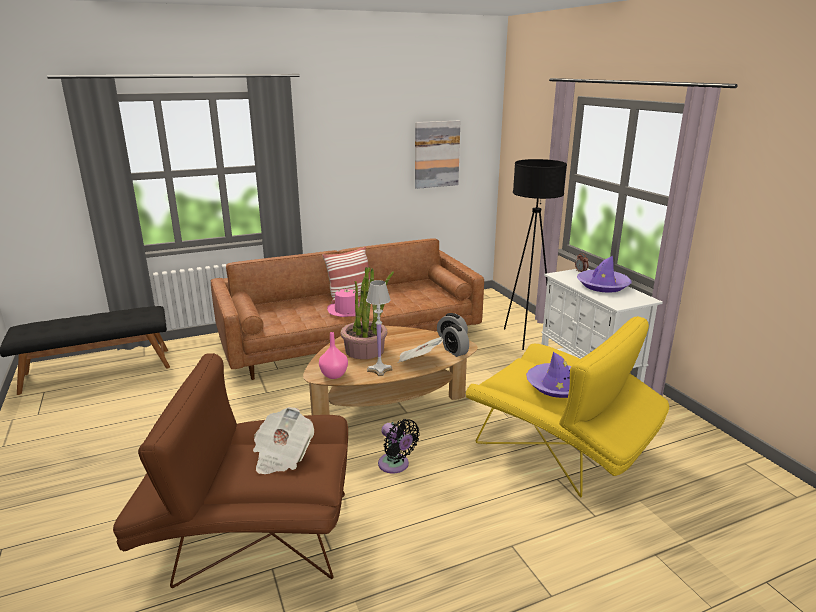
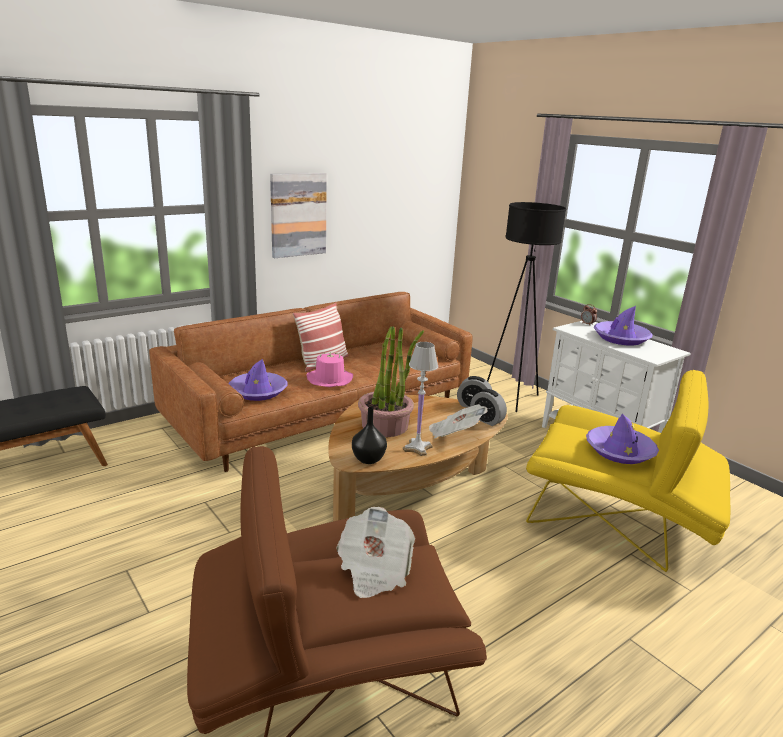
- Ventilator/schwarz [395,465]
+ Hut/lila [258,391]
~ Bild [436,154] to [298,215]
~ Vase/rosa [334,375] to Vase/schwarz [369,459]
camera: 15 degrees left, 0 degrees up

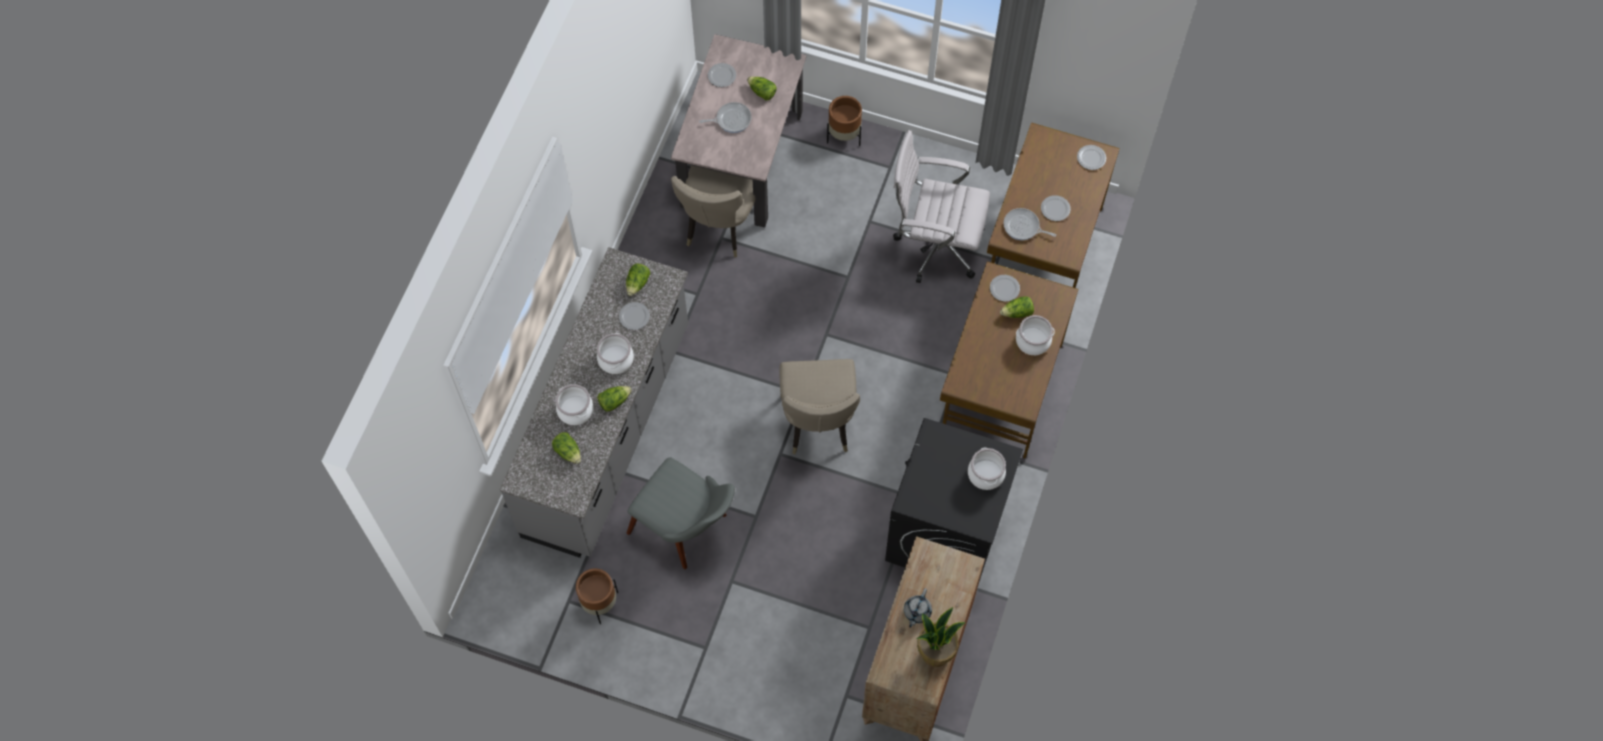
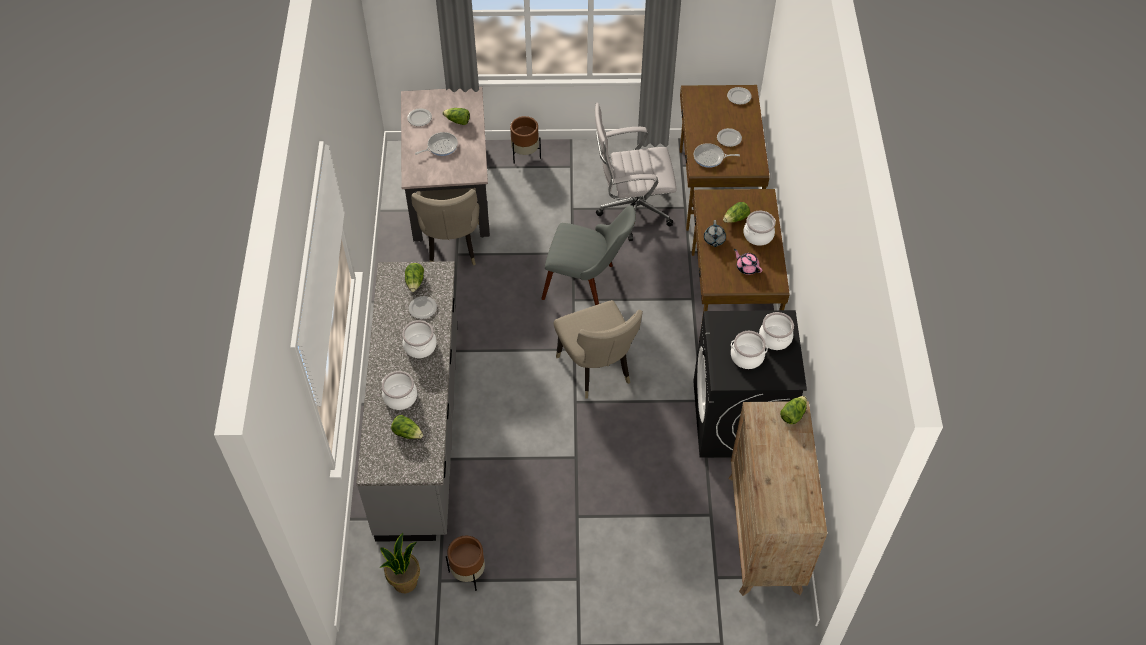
- Teller [1004,288]
+ Kochtopf [747,356]
+ Teekanne/rosa [747,267]
~ Salatkopf [614,401] to [793,414]
~ Stuhl/grau [688,529] to [588,283]
~ Teekanne/grau [917,612] to [714,240]
~ Topfpflanze [935,652] to [405,581]
camera: 20 degrees left, 10 degrees down

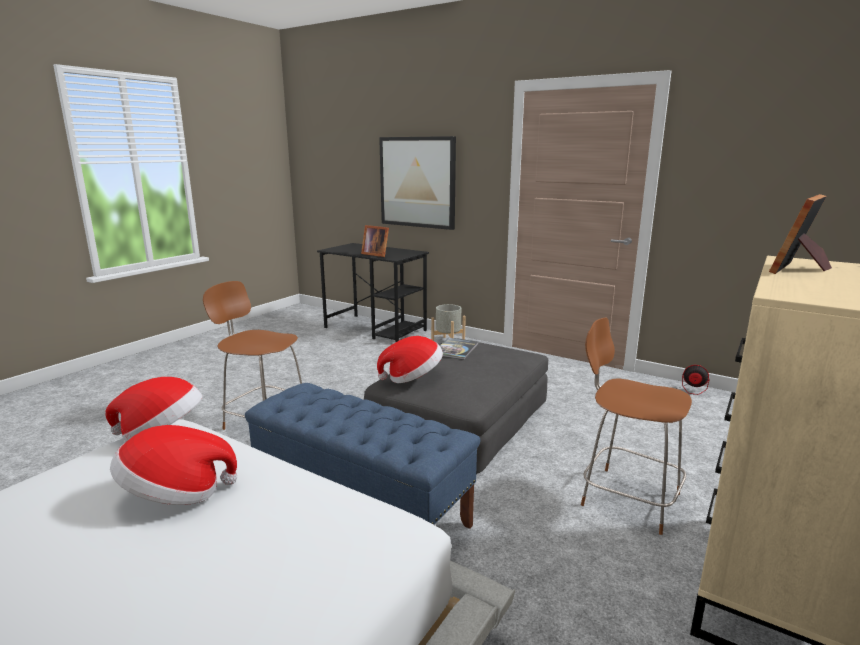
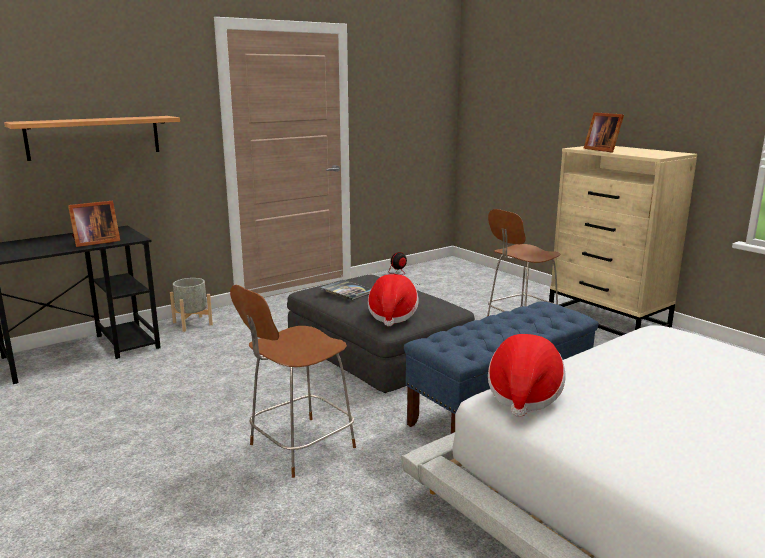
- Hut [175,494]
~ Bild [417,182] to Wandregal [94,137]
camera: 70 degrees left, 0 degrees up

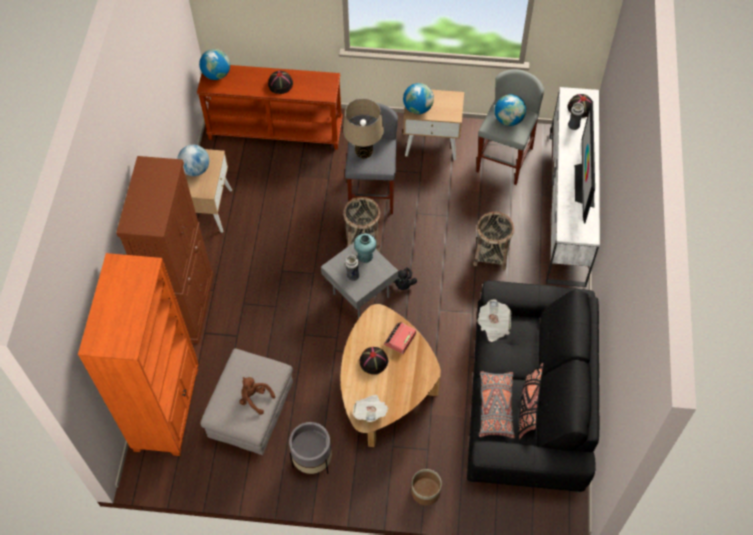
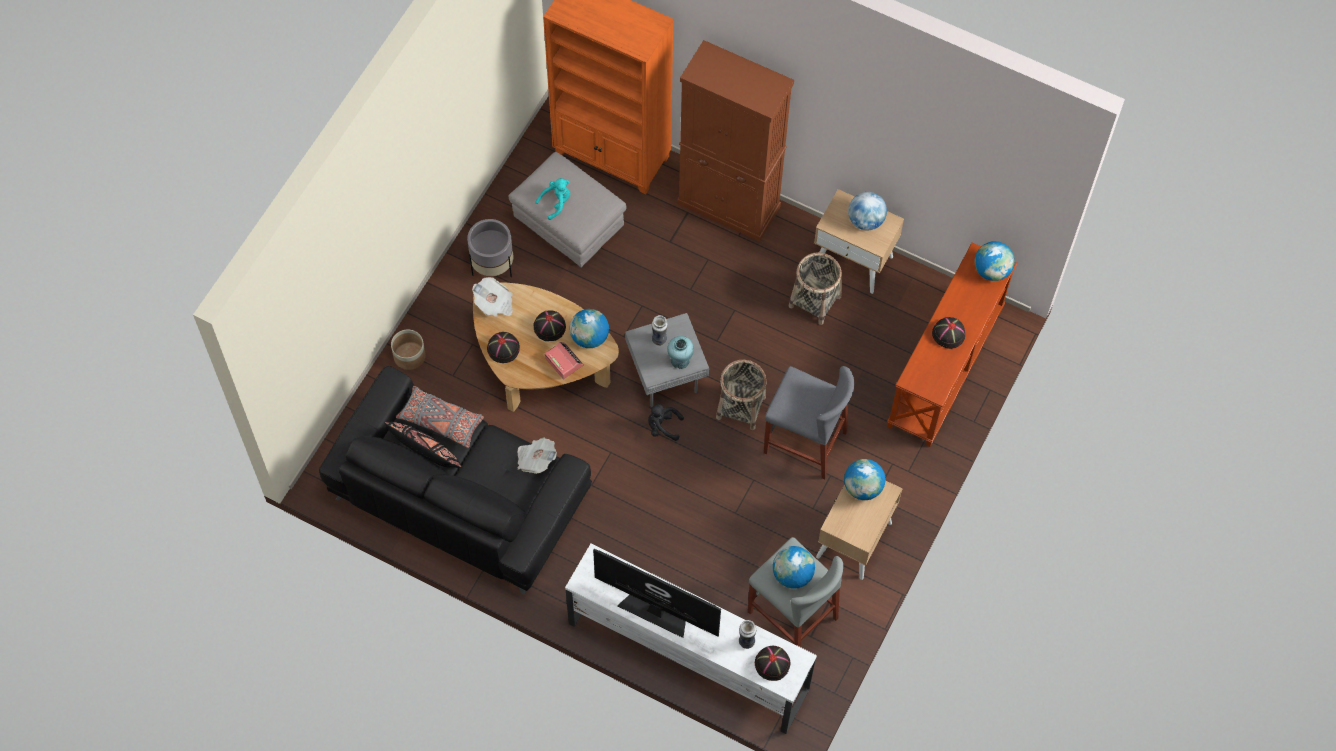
- Tischlampe/beige [364,152]
+ Hut/schwarz [503,348]
+ Globus [589,337]
~ Korb [491,254] to [815,301]
~ Plüschtier/braun [255,398] to Plüschtier/türkis [556,202]
camera: 110 degrees right, 5 degrees up

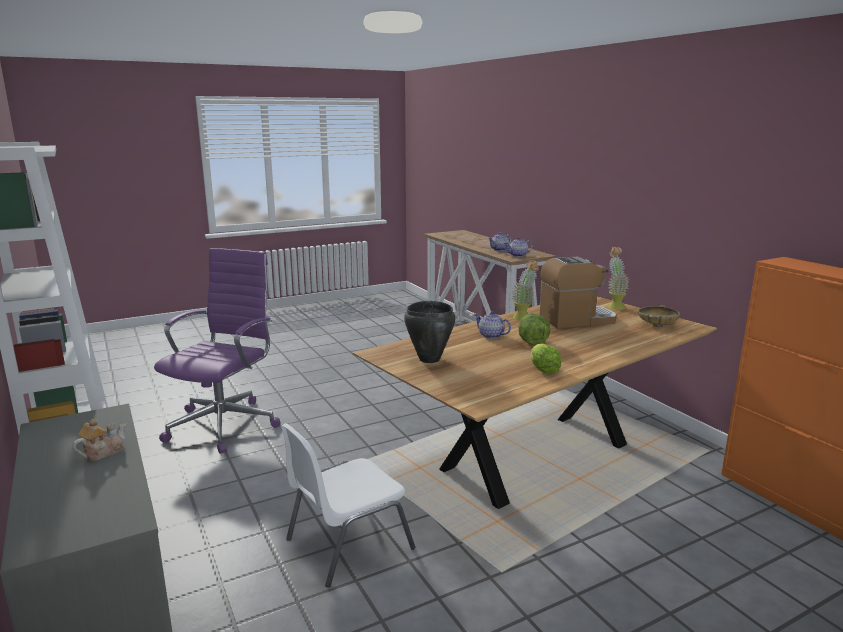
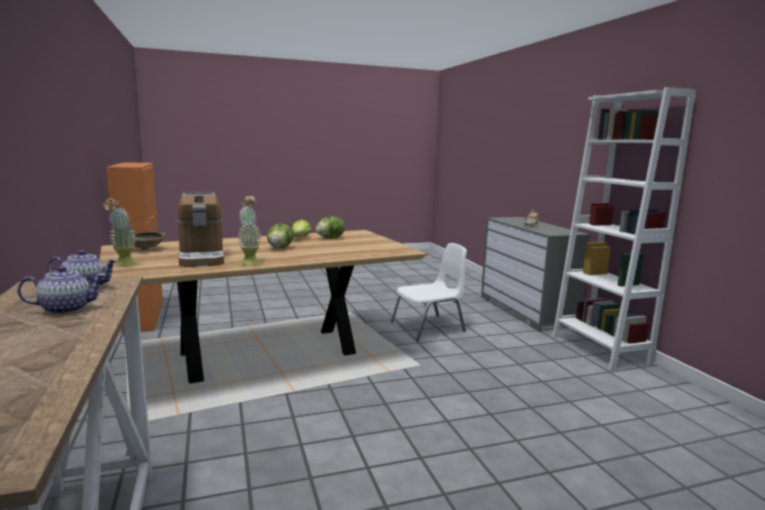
- Bürostuhl/lila [225,424]
- Kochtopf/schwarz [429,359]
- Teekanne [490,335]
+ Salatkopf [330,238]
~ Kaffeemaschine [577,320] = [202,257] 105 degrees counterclockwise
camera: 170 degrees left, 5 degrees down

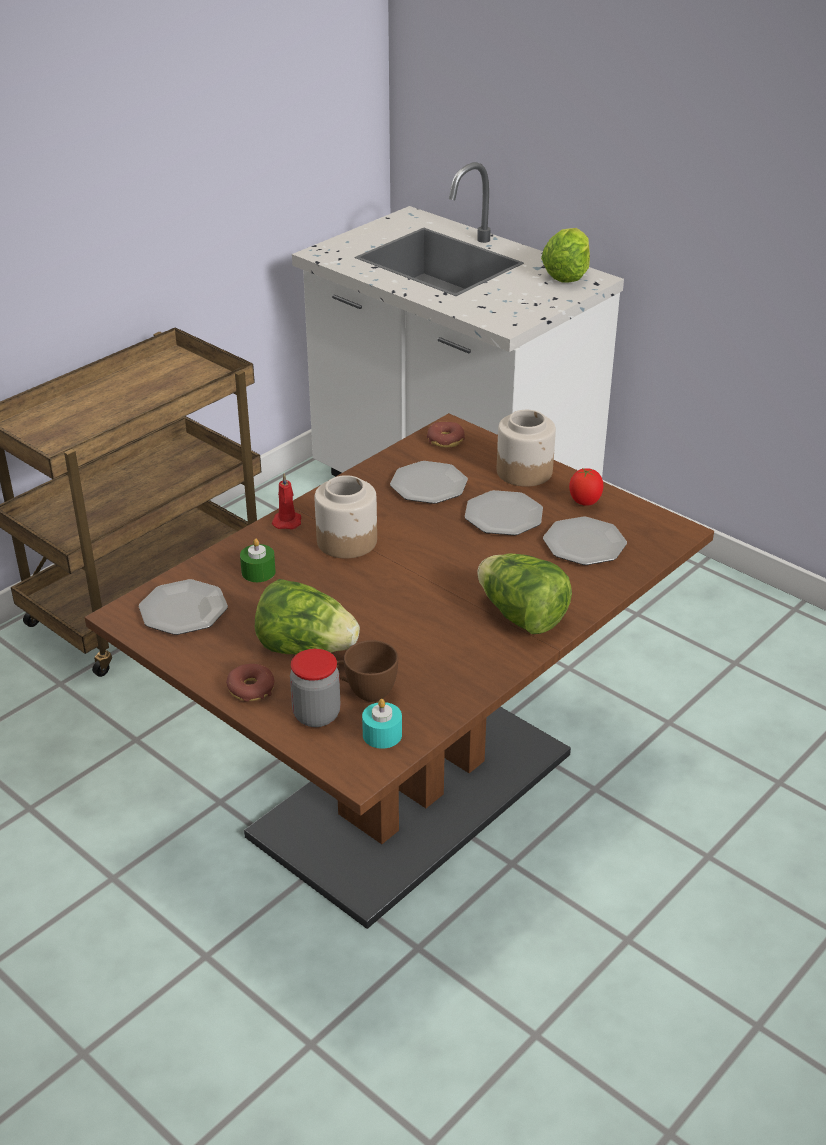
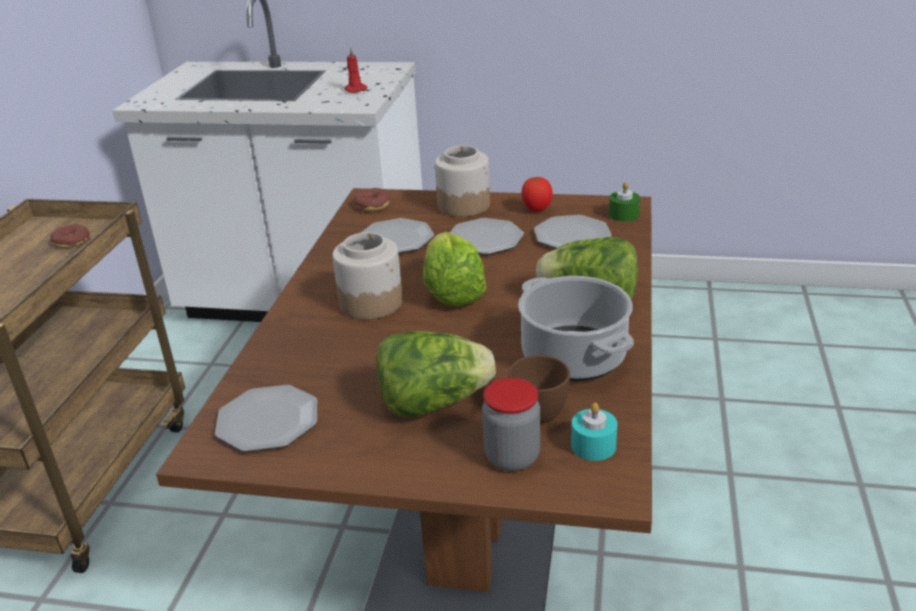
+ Kochtopf [572,357]
~ Donut [251,689] to [72,242]
~ Kerze/grün [258,572] to [623,215]
~ Kerze/rot [287,521] to [355,89]
~ Salatkopf [567,274] to [452,292]
camera: 30 degrees left, 5 degrees down

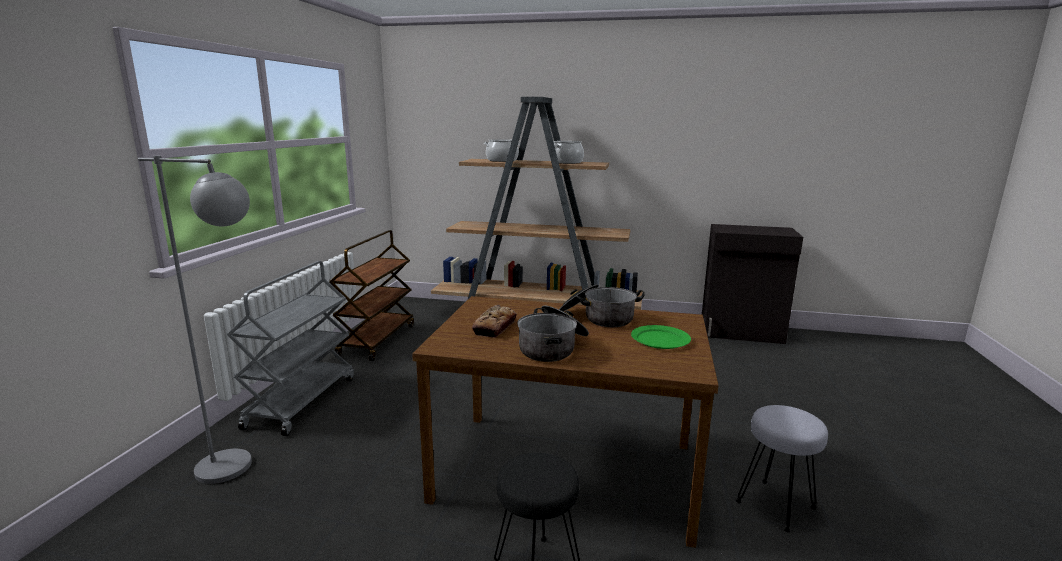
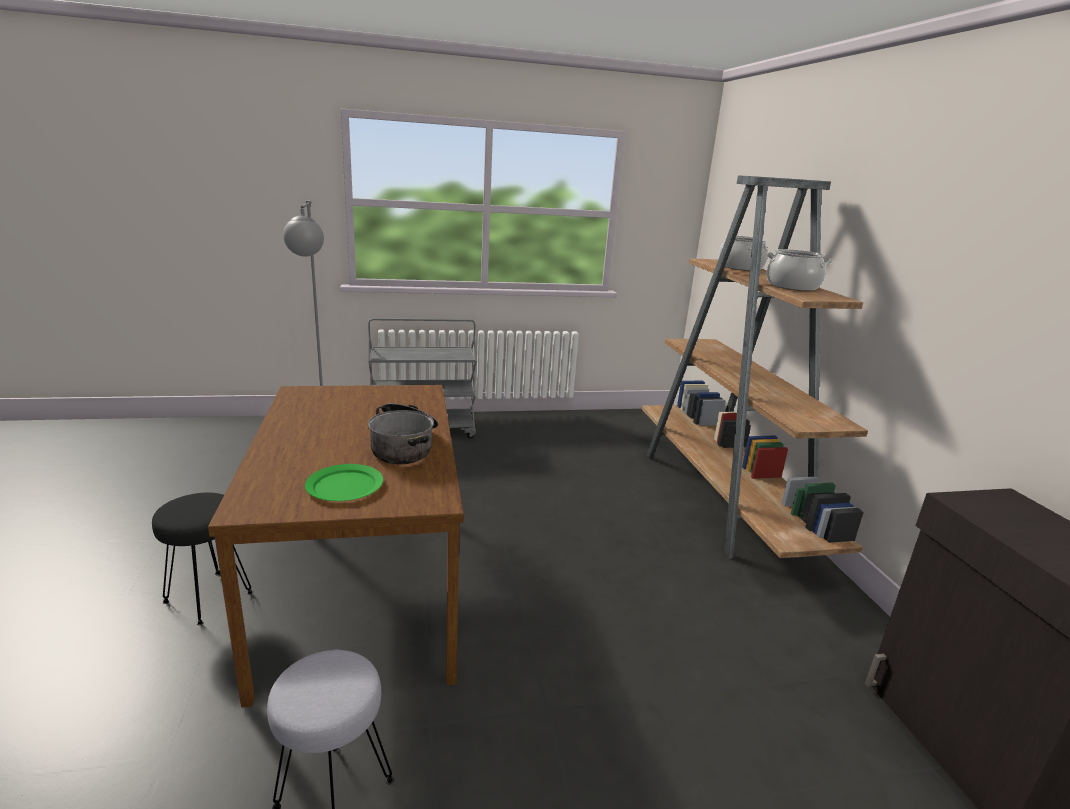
- Rollwagen/braun [377,340]
- Brot [495,327]
- Kochtopf [553,347]
camera: 65 degrees right, 5 degrees up

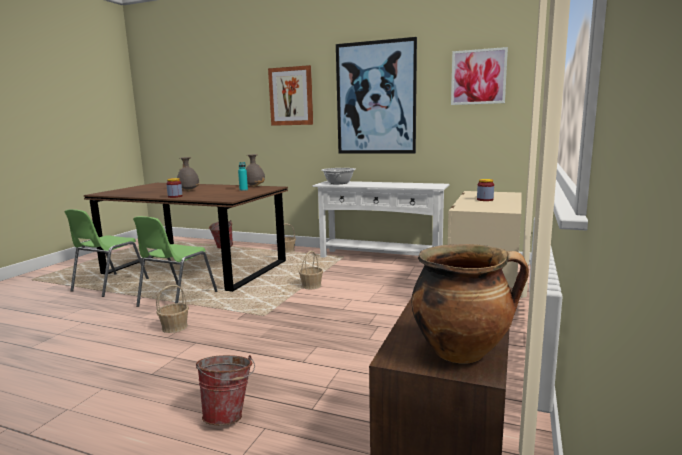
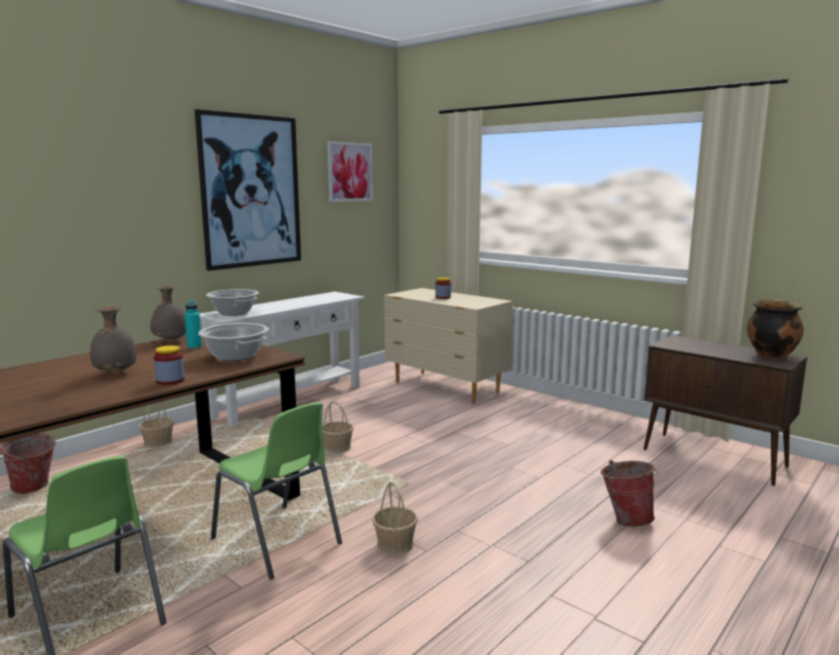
- Bild [291,96]
+ Kochtopf [235,356]
camera: 70 degrees left, 0 degrees up

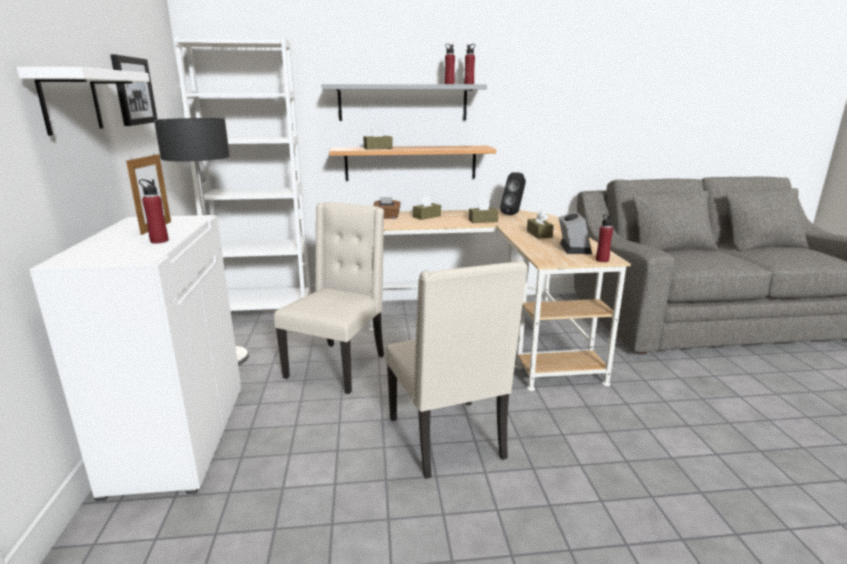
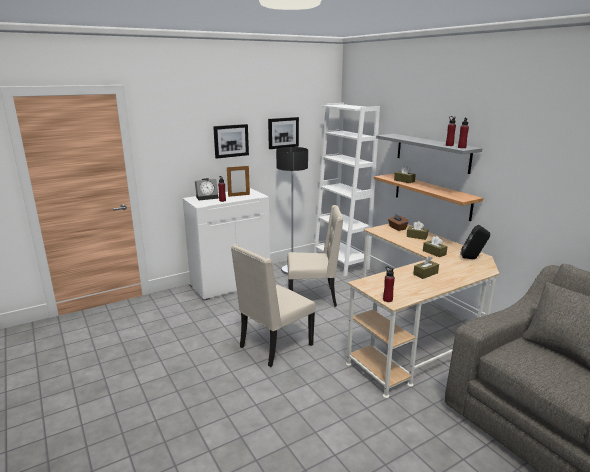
~ Wecker [572,248] to [207,197]
~ Wandregal/weiß [70,101] to Bild [231,140]
camera: 65 degrees right, 0 degrees up

